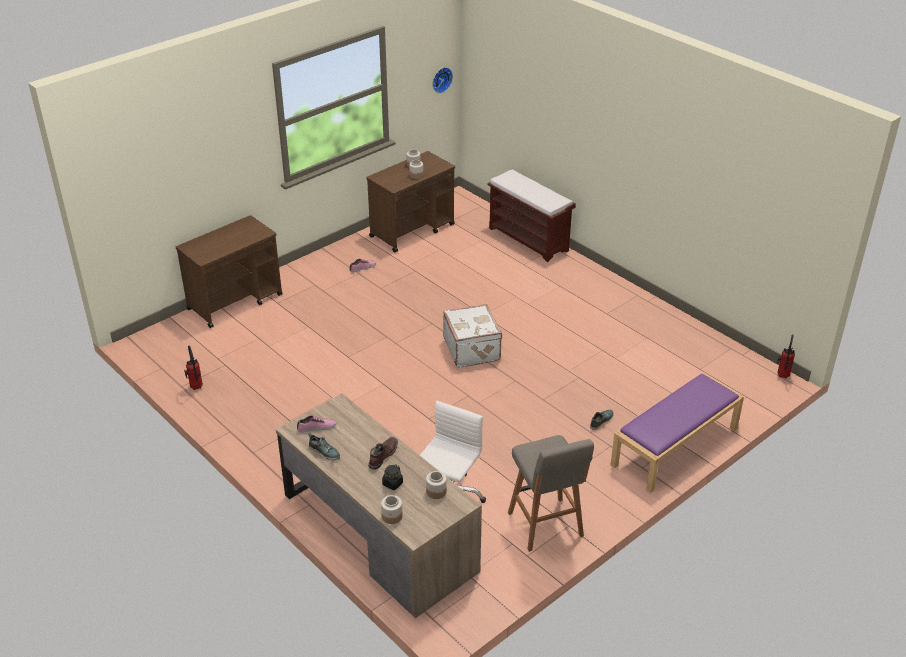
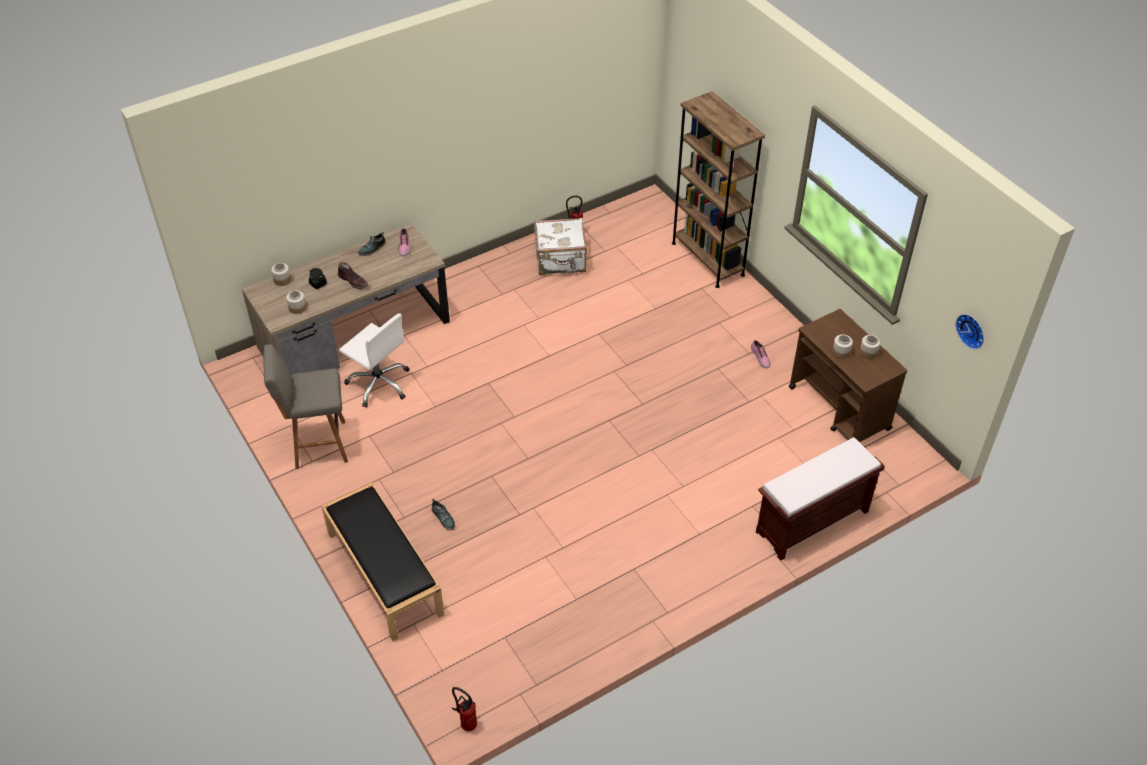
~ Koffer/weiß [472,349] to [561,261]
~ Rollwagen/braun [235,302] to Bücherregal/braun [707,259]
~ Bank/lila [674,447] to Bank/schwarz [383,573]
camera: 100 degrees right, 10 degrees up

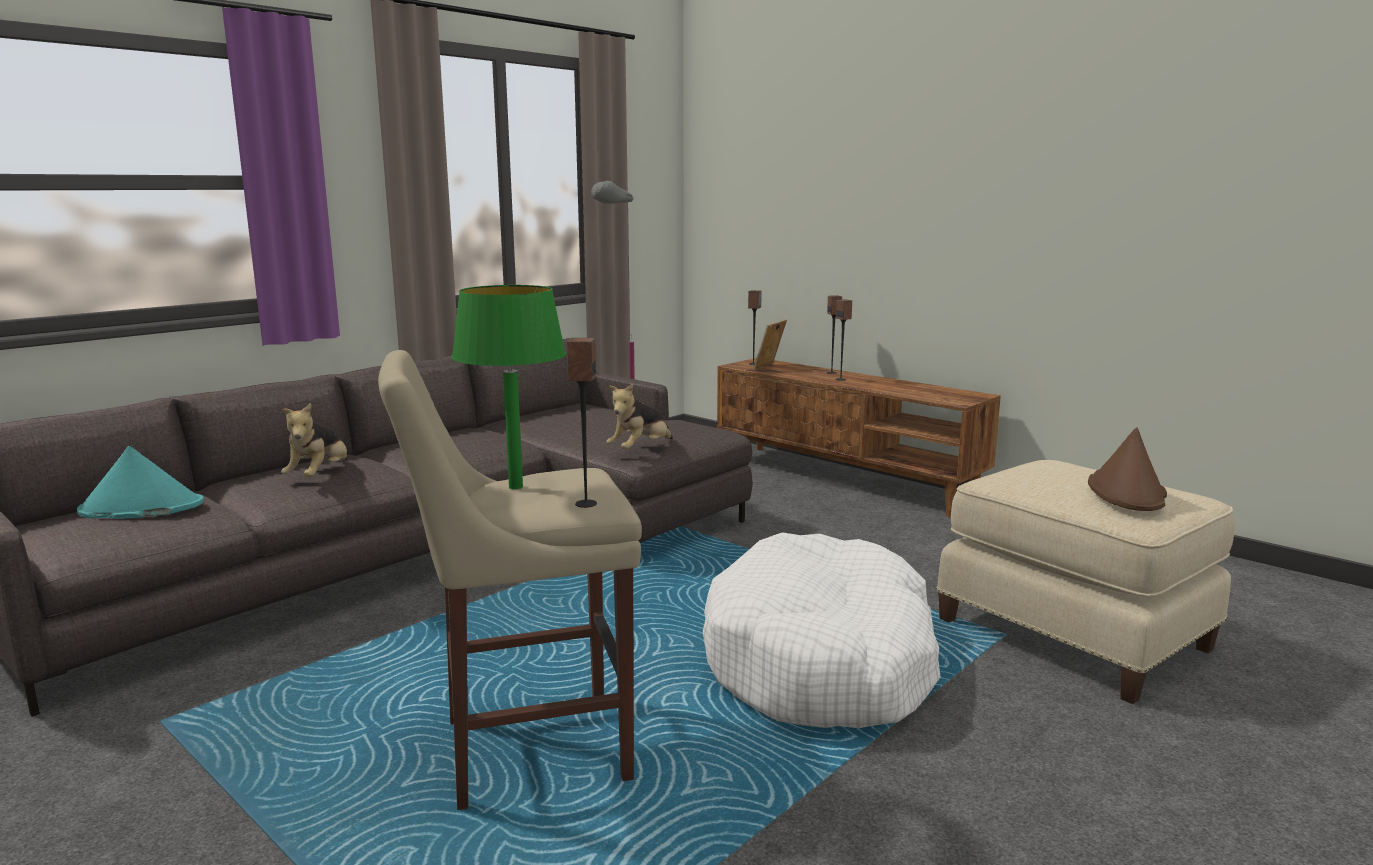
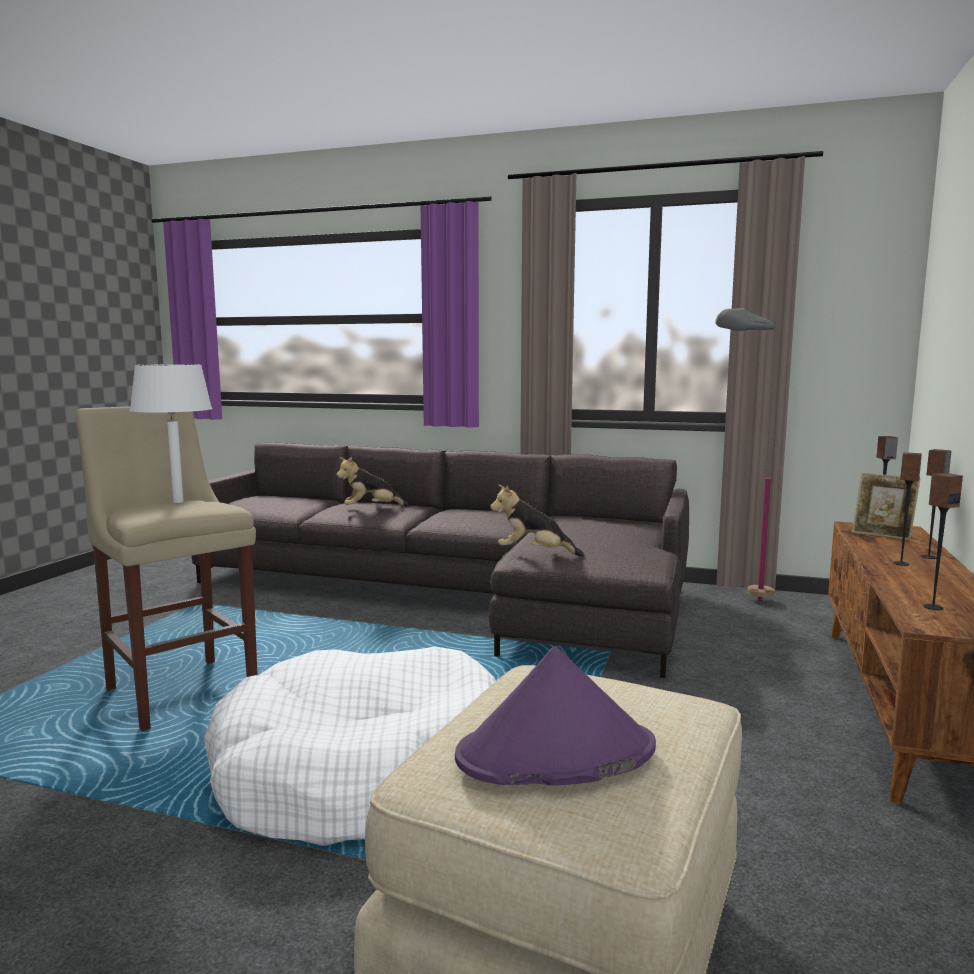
- Hut/türkis [141,508]
~ Lautsprecher [585,504] to [932,607]
~ Tischlampe/grün [516,487] to Tischlampe/weiß [178,502]
~ Hut/braun [1127,492] to Hut/lila [555,754]
~ Bilderrahmen [769,367] = [882,535] 150 degrees counterclockwise
camera: 65 degrees right, 5 degrees down

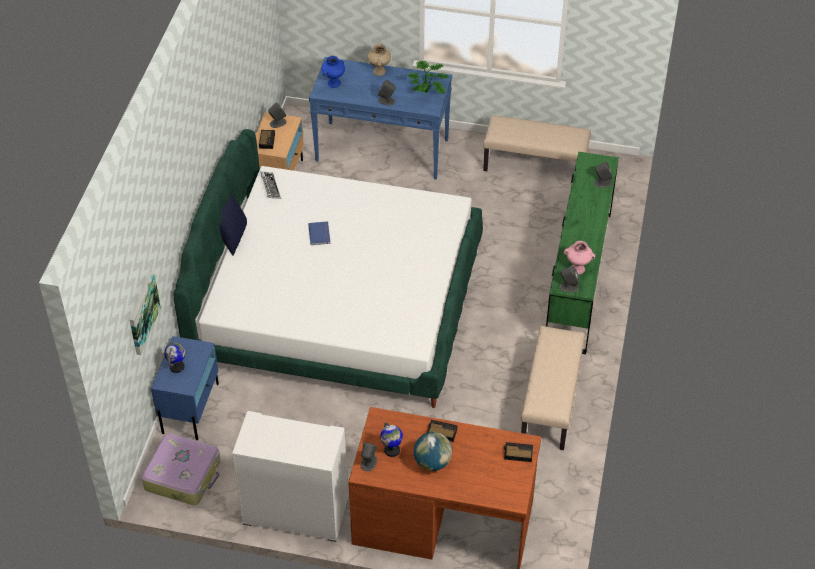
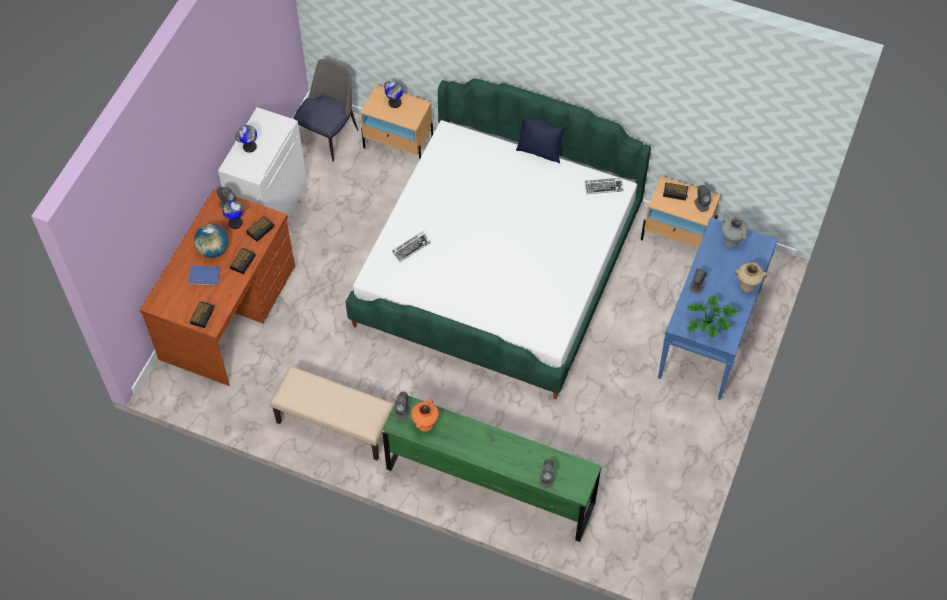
- Bild [142,313]
- Bank/beige [535,165]
+ Globus [250,147]
+ Wecker [261,229]
+ Tastatur [411,248]
~ Buch/blau [320,234] to [204,277]
~ Koffer [184,475] to Stuhl [329,136]
~ Nachttisch/blau [191,408] to Nachttisch/beige [398,145]
~ Vase/blau [334,83] to Vase/grau [731,241]
~ Vase/rosa [578,268] to Vase/orange [425,425]
camera: 100 degrees right, 10 degrees up

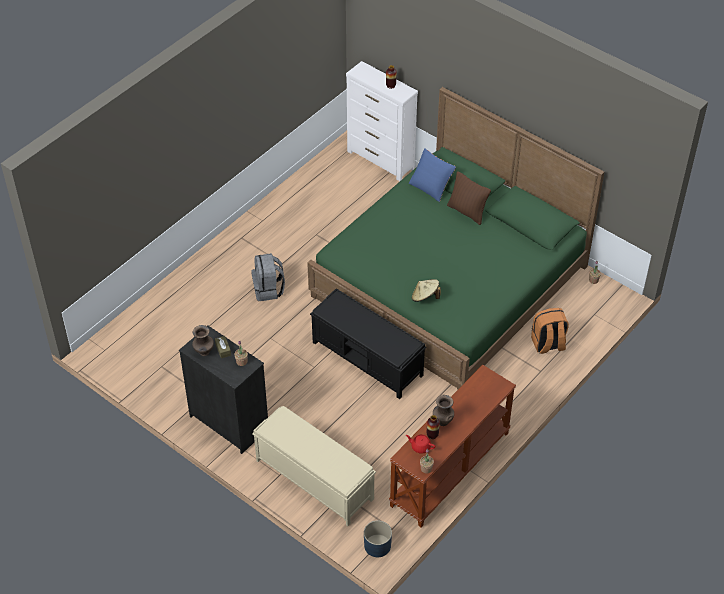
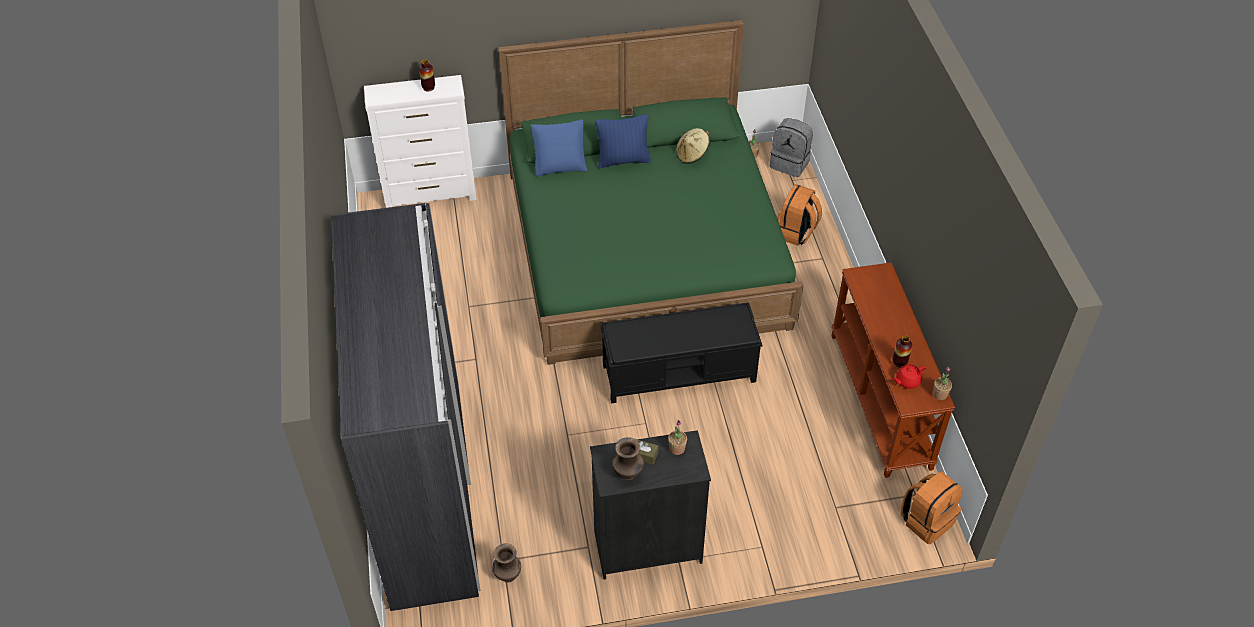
- Bank/beige [313,479]
+ Kleiderschrank/grau [425,491]
~ Rucksack/grau [268,290] to [790,163]
~ Hut/beige [425,297] to [692,155]
~ Vase/braun [442,421] to [507,576]
~ Pflanzkübel/blau [377,545] to Rucksack/orange [927,520]
~ Kissen/braun [467,212] to Kissen/blau [623,160]
camera: 50 degrees left, 0 degrees up

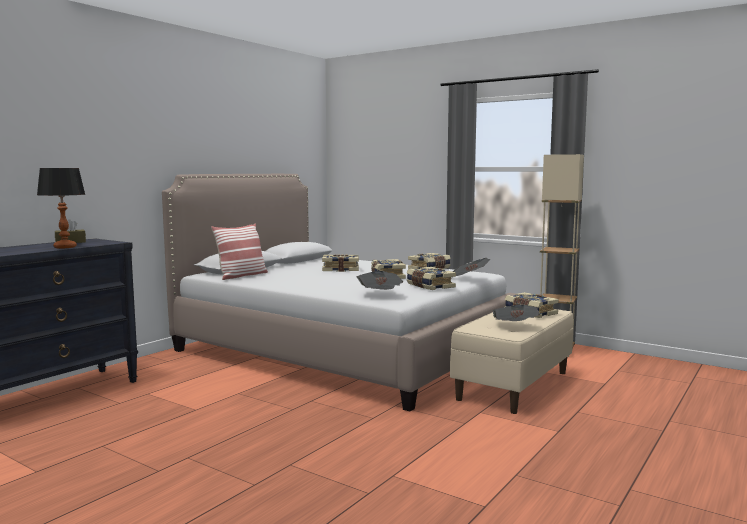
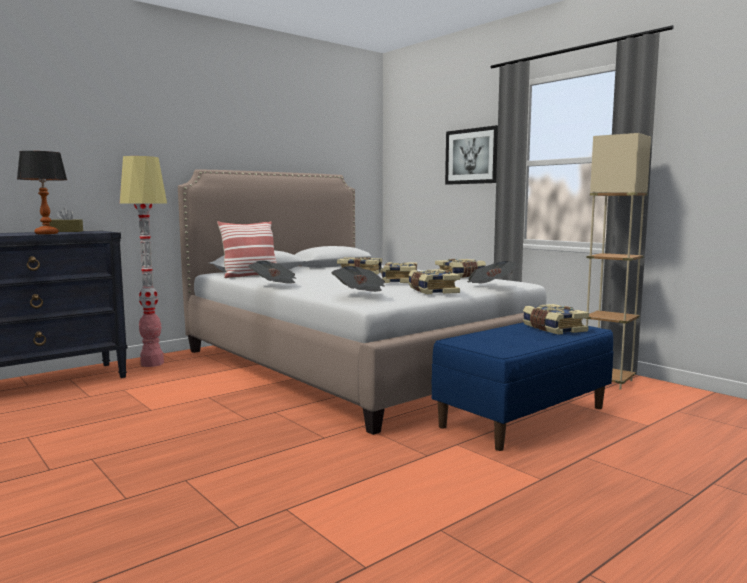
+ Stehlampe [152,364]
+ Bild [472,156]
~ Zeitung [515,326] to [275,286]
~ Bank/beige [513,385] to Bank/blau [523,416]
camera: 15 degrees right, 0 degrees up

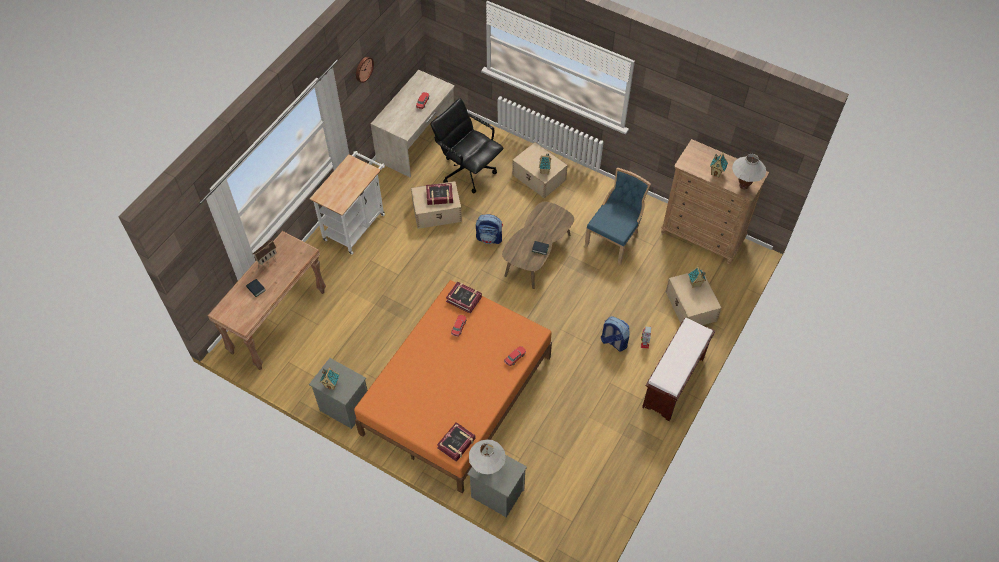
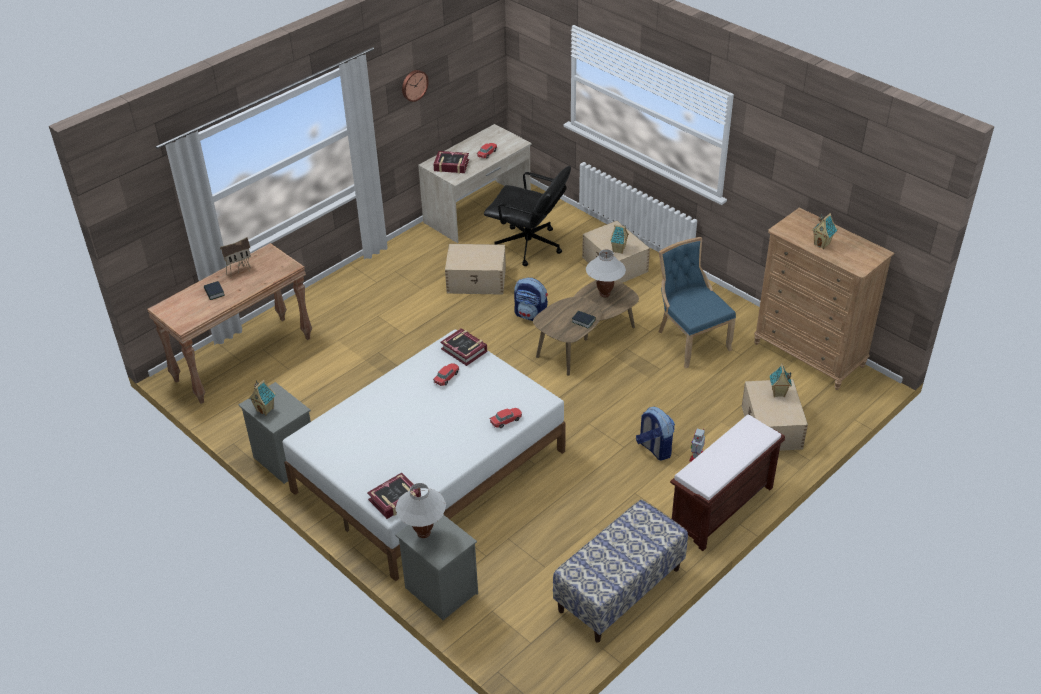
- Rollwagen/weiß [356,224]
+ Bank [619,590]
~ Buch [439,196] to [451,165]
~ Tischlampe/weiß [743,186] to [605,294]
~ Bett/orange [456,394] to Bett/weiß [429,470]
~ Bürostuhl/schwarz [468,171] = [529,246] 150 degrees clockwise
~ Stuhl/blau [614,239] = [690,340] 75 degrees counterclockwise
camera: 15 degrees right, 15 degrees down

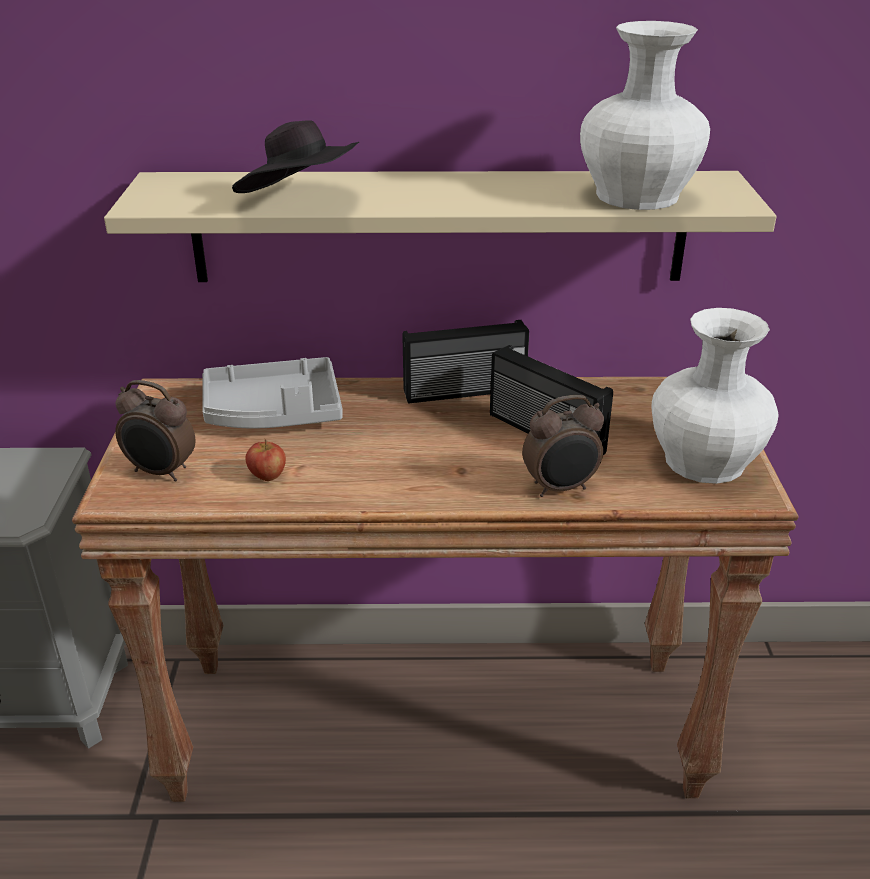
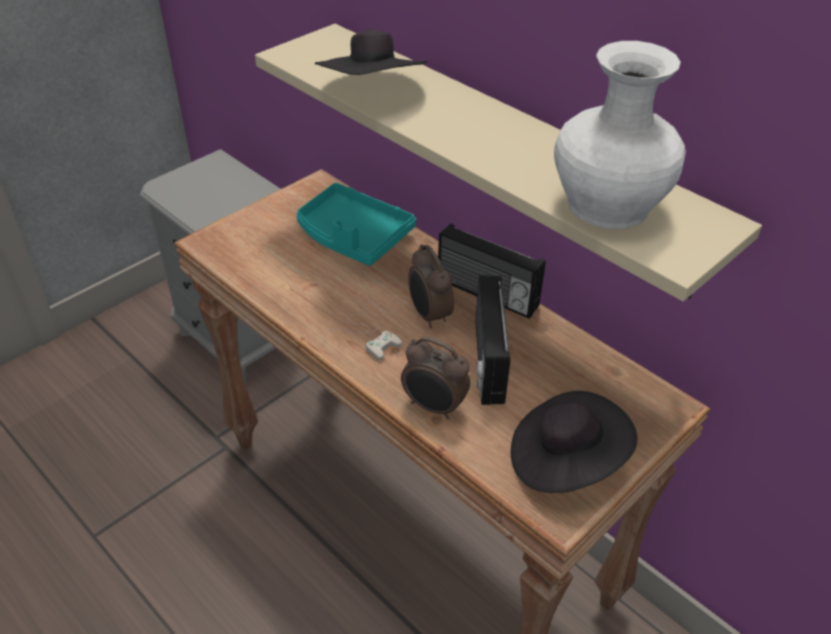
- Apfel [267,476]
+ Gamepad/weiß [368,331]
~ Wecker [161,472] to [429,315]
~ Vase/weiß [702,460] to Hut/schwarz [565,460]
~ Tablett/grau [274,412] to Tablett/türkis [353,236]
camera: 45 degrees right, 10 degrees up

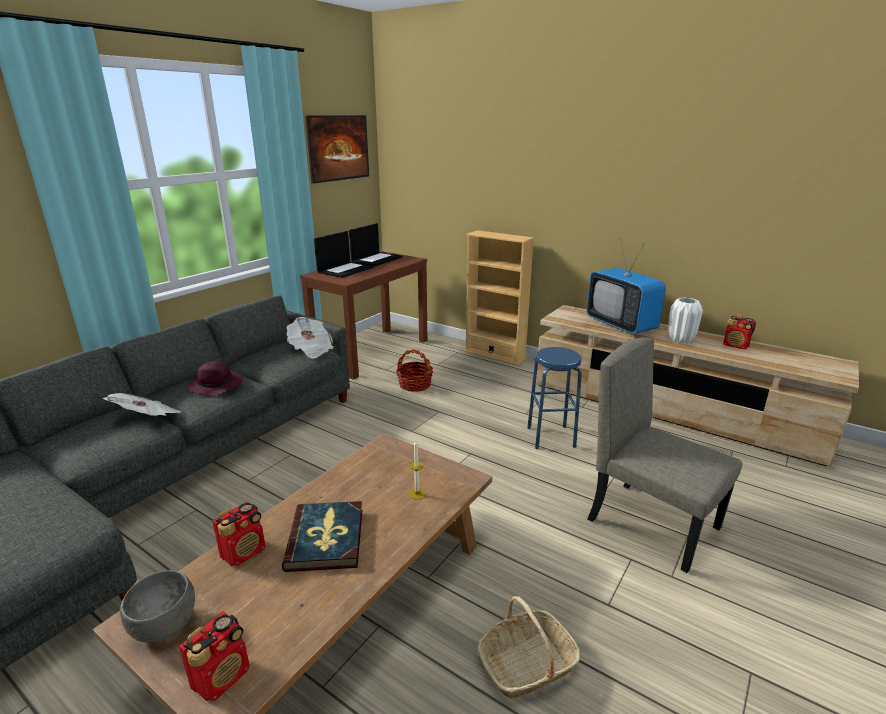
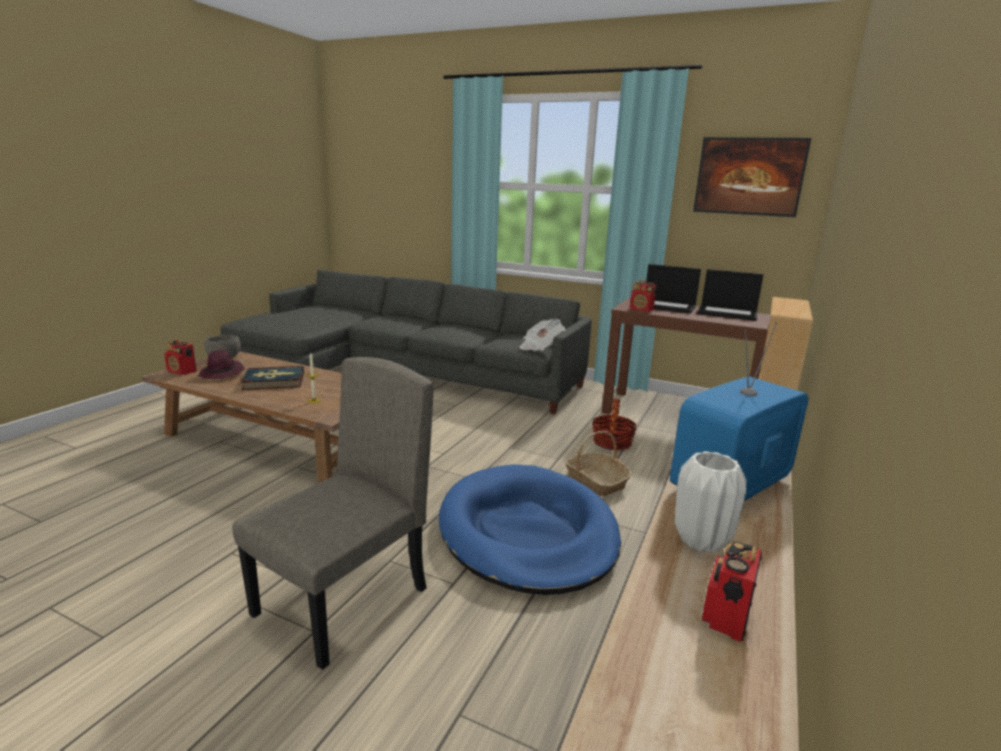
- Zeitung [147,419]
~ Hut/lila [217,385] to [222,374]
~ Radio [244,552] to [641,310]
~ Korb [527,665] to [596,481]
~ Hocker/blau [551,437] to Hundebett/blau [528,533]
camera: 80 degrees right, 5 degrees down

